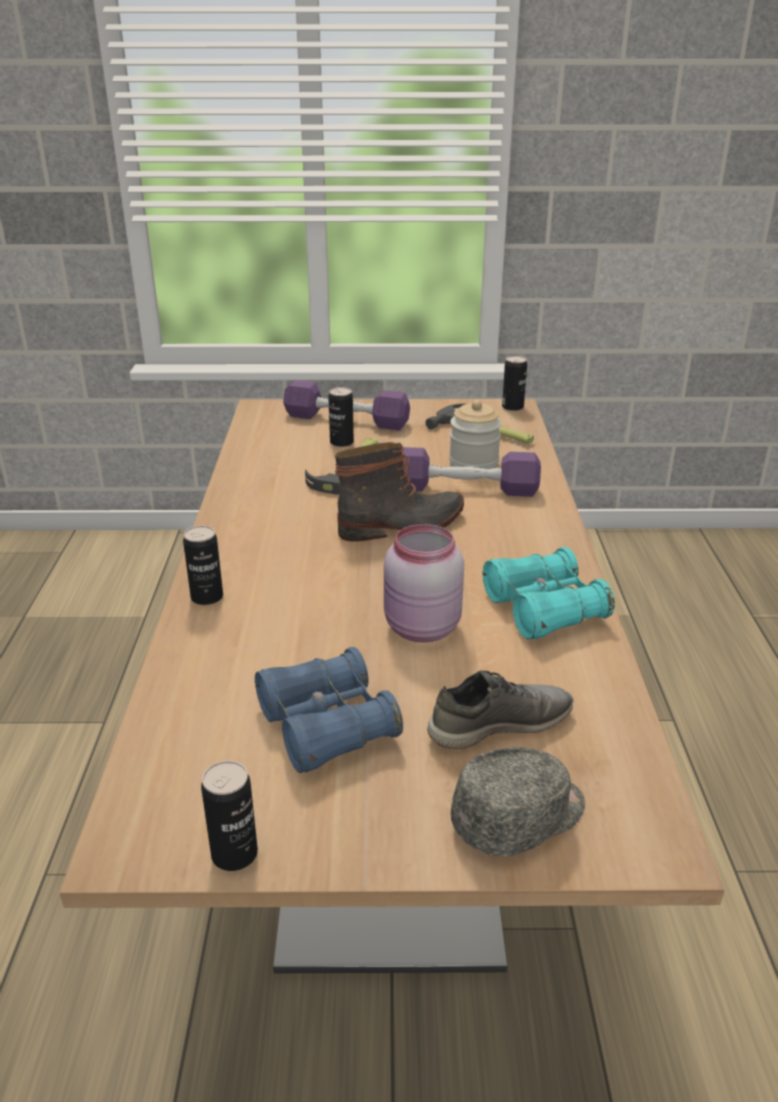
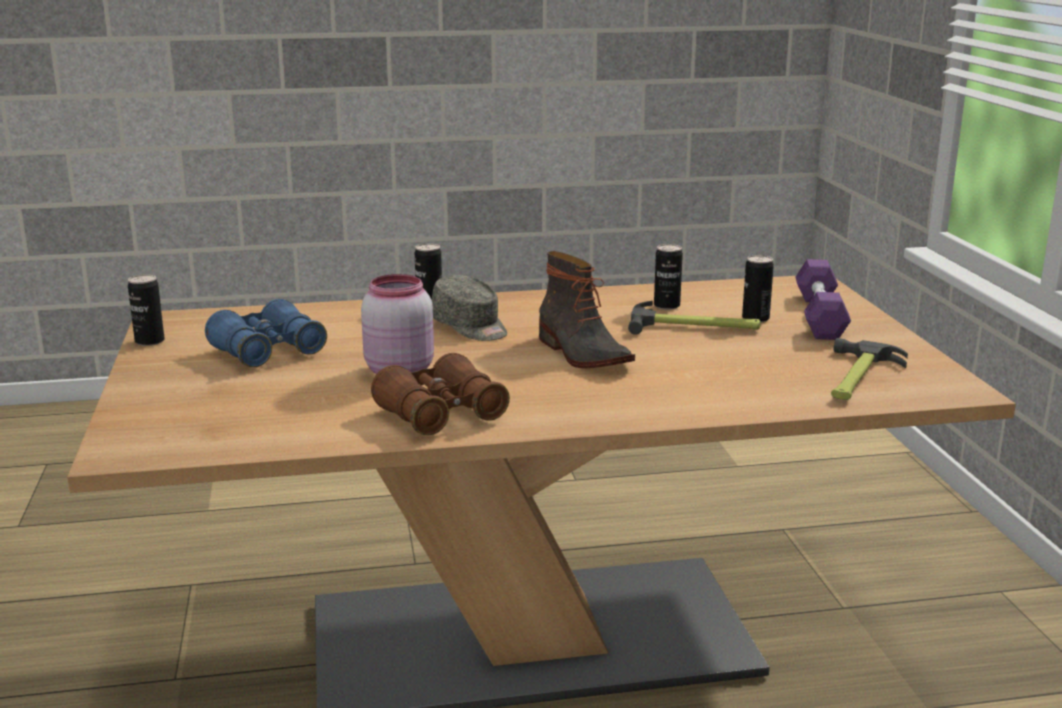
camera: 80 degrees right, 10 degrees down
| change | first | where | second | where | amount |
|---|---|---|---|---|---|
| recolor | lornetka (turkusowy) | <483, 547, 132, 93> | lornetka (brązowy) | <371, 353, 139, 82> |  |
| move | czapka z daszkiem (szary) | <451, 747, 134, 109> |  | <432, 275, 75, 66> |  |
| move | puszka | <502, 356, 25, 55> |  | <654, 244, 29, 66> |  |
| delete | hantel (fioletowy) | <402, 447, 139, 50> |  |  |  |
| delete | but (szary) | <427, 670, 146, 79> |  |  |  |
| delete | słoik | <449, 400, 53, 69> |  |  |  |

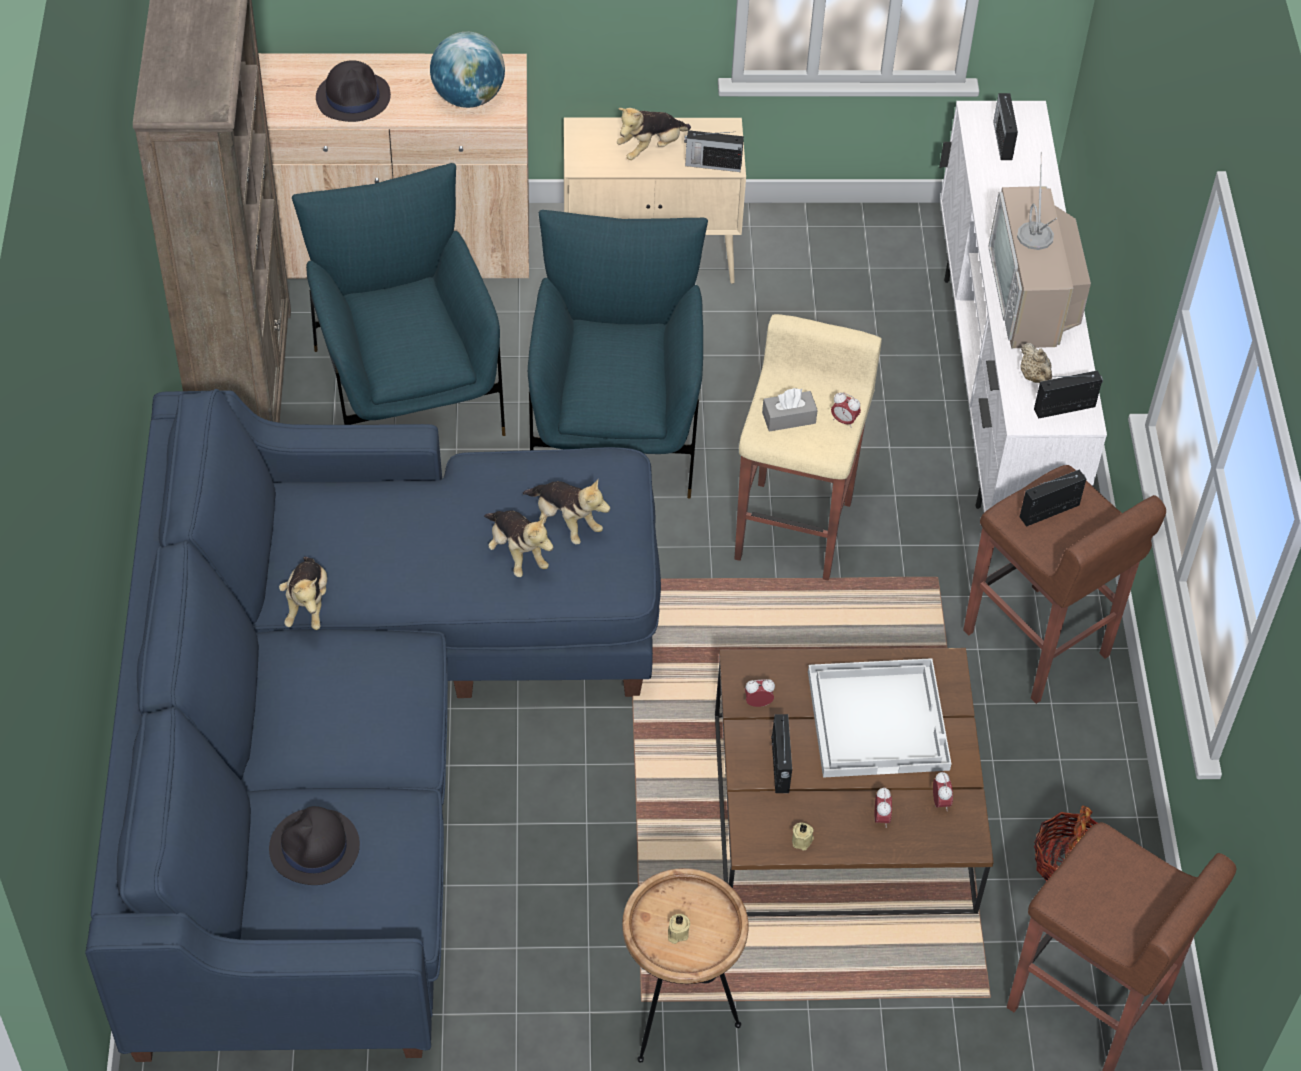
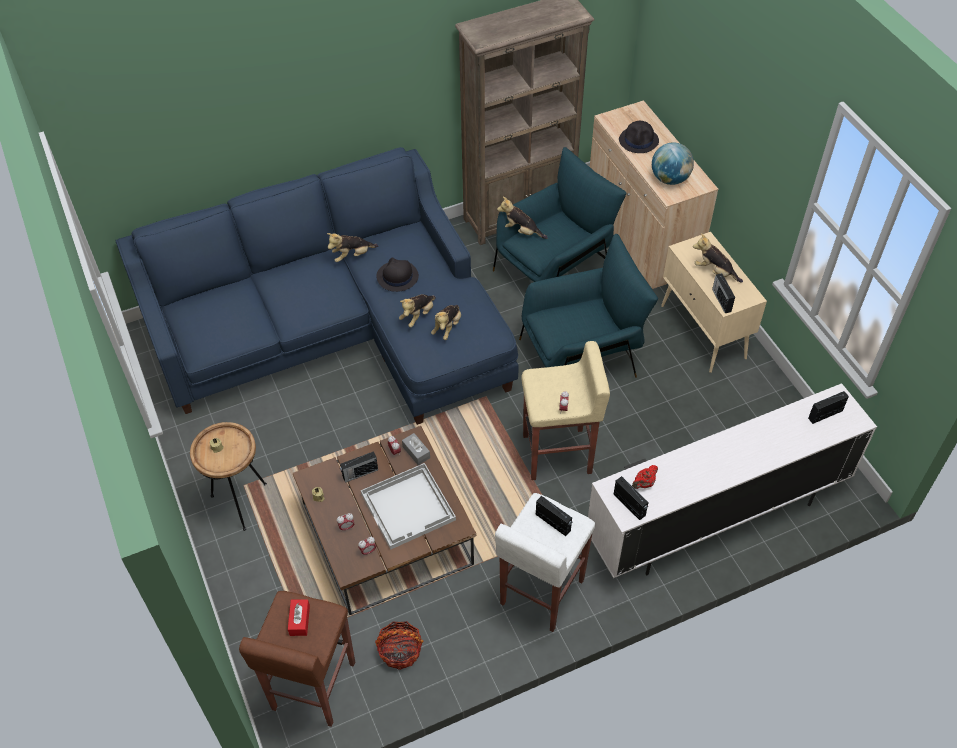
camera: 70 degrees right, 0 degrees up
| change | first | where | second | where | amount |
|---|---|---|---|---|---|
| insert |  |  | pudełko chusteczek (czerwony) | <288, 599, 22, 37> |  |
| move | kapelusz (czarny) | <269, 806, 91, 79> |  | <376, 258, 43, 34> |  |
| move | pudełko chusteczek (szary) | <762, 388, 56, 44> |  | <402, 433, 28, 32> |  |
| recolor | stołek (brązowy) | <963, 465, 203, 239> | stołek (biały) | <495, 493, 101, 139> |  |
| insert |  |  | pluszak | <497, 197, 51, 42> |  |
| recolor | imbryk (beżowy) | <1020, 343, 32, 40> | imbryk (czerwony) | <632, 465, 26, 24> |  |
| delete | telewizor | <989, 152, 102, 196> |  |  |  |

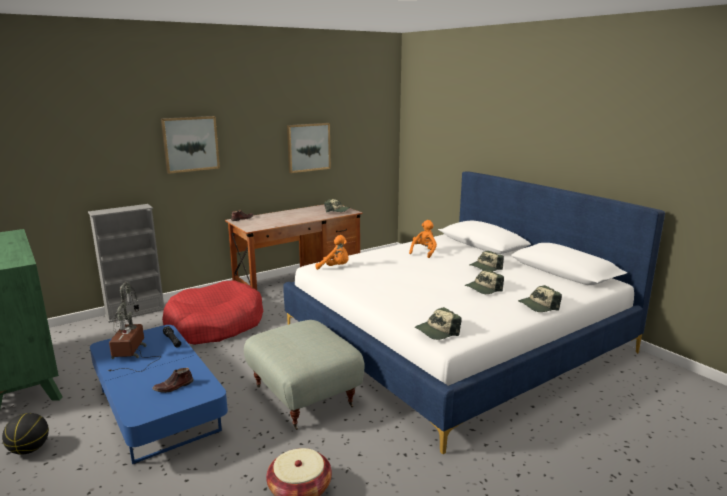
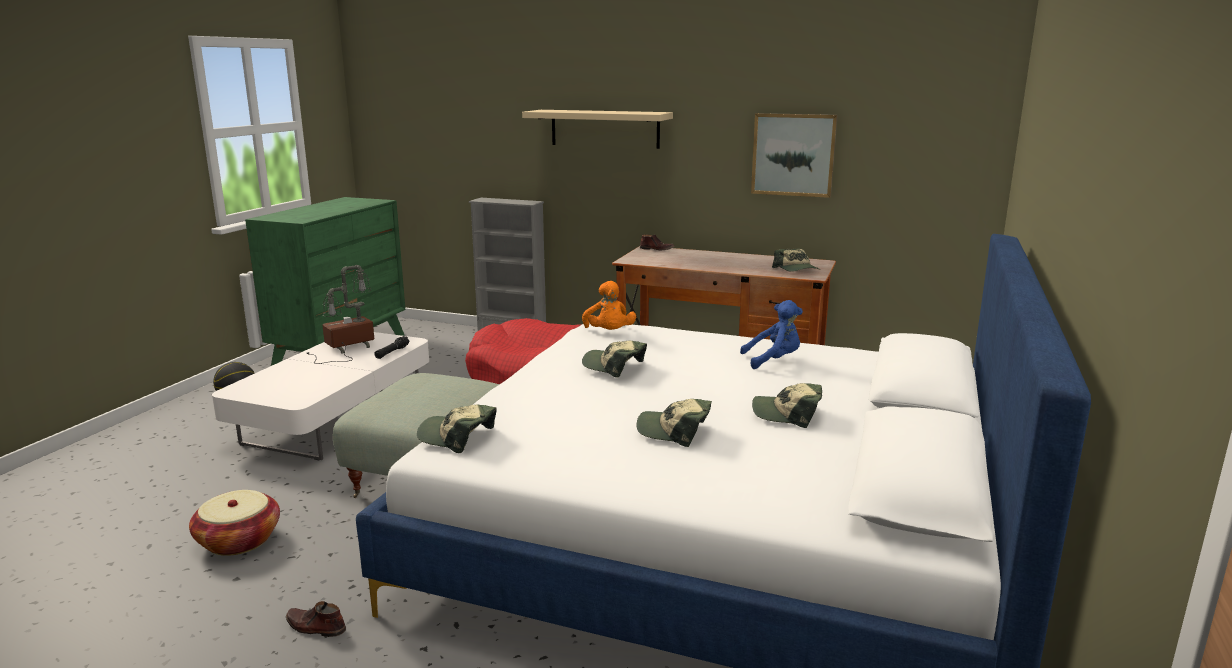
camera: 55 degrees right, 0 degrees up
| change | first | where | second | where | amount |
|---|---|---|---|---|---|
| recolor | ława (niebieski) | <90, 325, 138, 139> | ława (biały) | <212, 332, 217, 128> |  |
| move | but (brązowy) | <152, 368, 41, 25> |  | <286, 601, 60, 36> |  |
| replace | obraz | <161, 116, 59, 58> | półka (beżowy) | <522, 110, 151, 39> |  |
| move | czapka z daszkiem | <518, 285, 44, 27> |  | <582, 341, 65, 37> |  |
| recolor | pluszak (pomarańczowy) | <409, 220, 28, 38> | pluszak (niebieski) | <740, 300, 63, 69> |  |

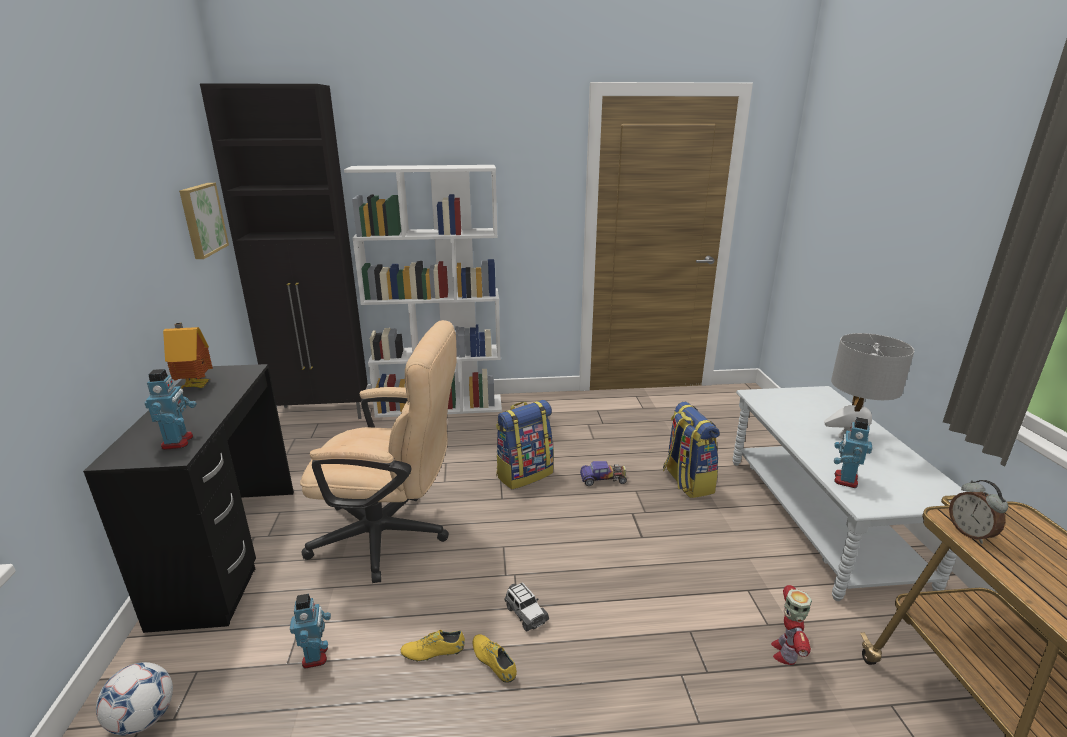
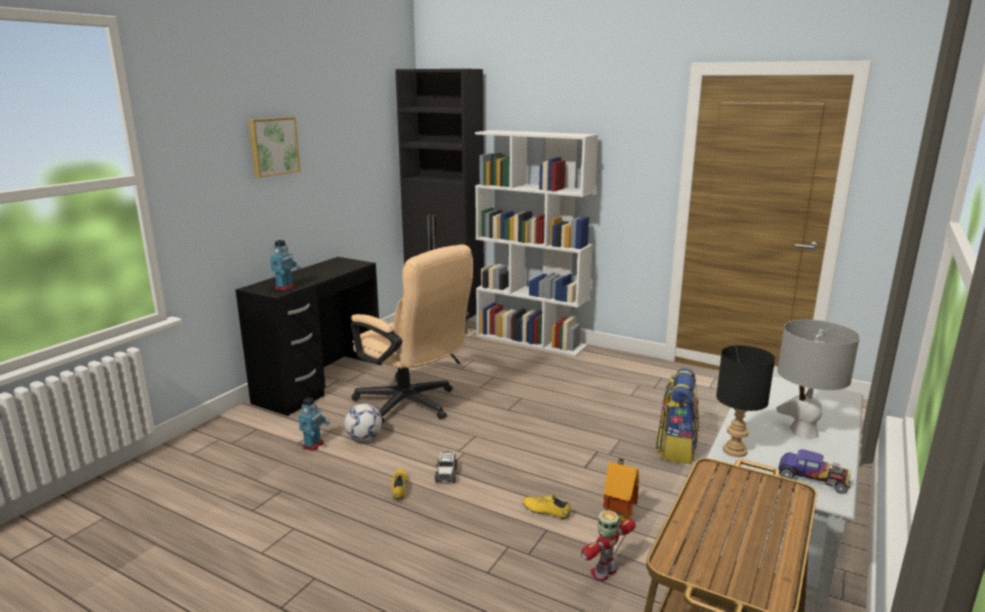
camera: 35 degrees right, 5 degrees down
| change | first | where | second | where | amount |
|---|---|---|---|---|---|
| move | obraz | <179, 183, 50, 76> |  | <248, 117, 53, 61> |  |
| move | piłka futbolowa | <96, 662, 77, 74> |  | <344, 404, 38, 37> |  |
| move | but (żółty) | <401, 630, 64, 32> |  | <523, 495, 48, 25> |  |
| move | domek | <163, 323, 50, 66> |  | <603, 458, 36, 63> |  |
| replace | robot zabawkowy | <834, 417, 38, 71> | lampa stołowa (czarny) | <716, 345, 59, 112> |  |
| move | samochodzik | <580, 461, 47, 25> |  | <778, 449, 73, 45> |  |
| delete | plecak | <496, 400, 58, 89> |  |  |  |
| delete | budzik | <949, 480, 59, 64> |  |  |  |

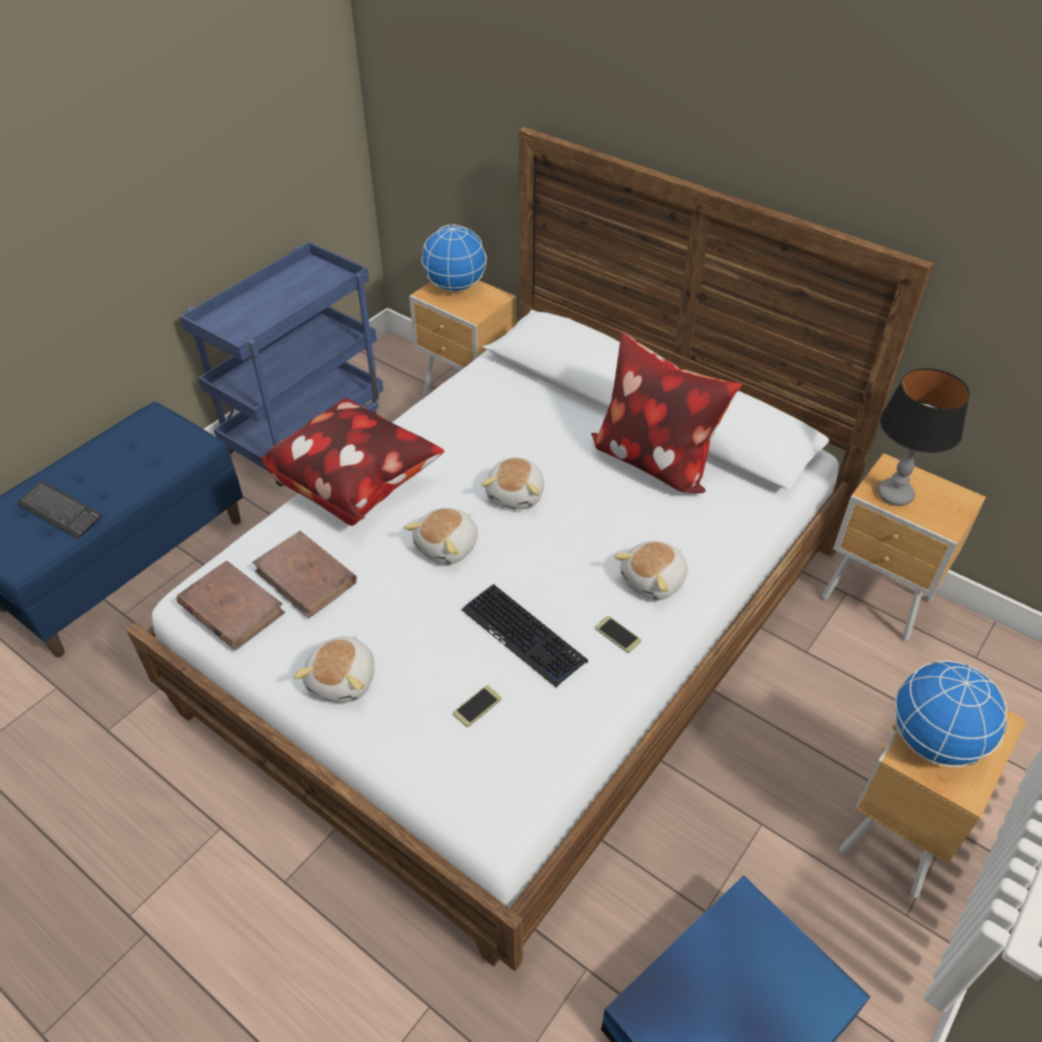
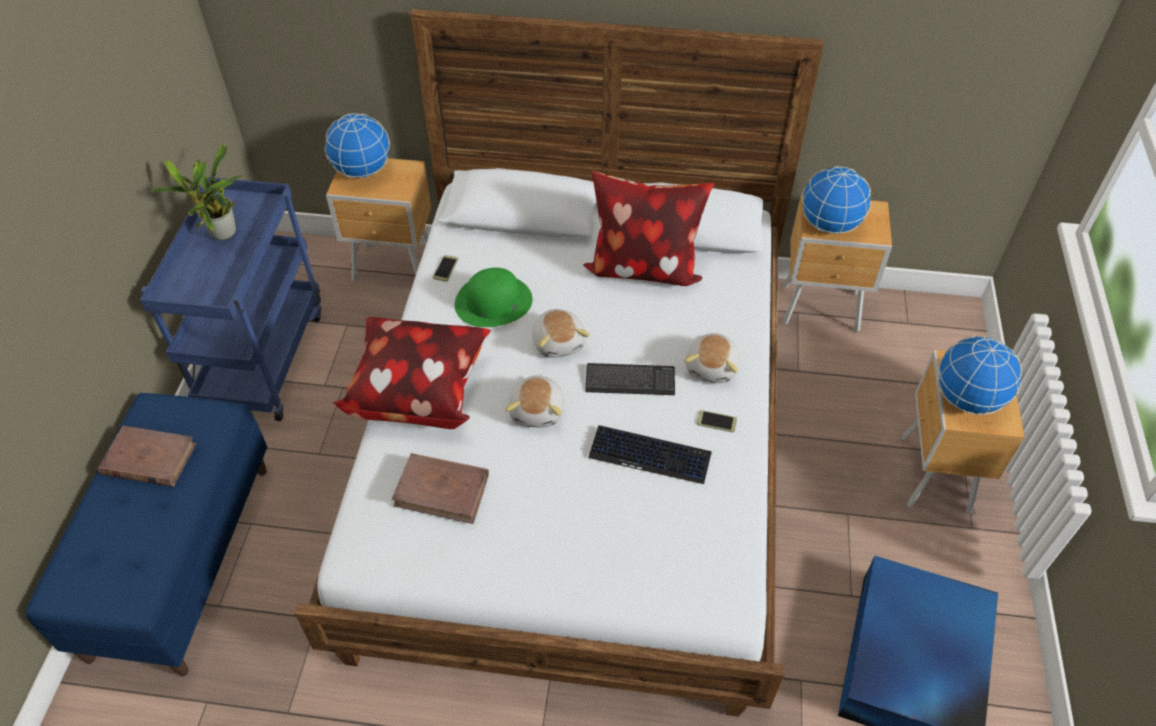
camera: 30 degrees left, 5 degrees up
| change | first | where | second | where | amount |
|---|---|---|---|---|---|
| move | książka (brązowy) | <177, 560, 108, 90> |  | <98, 425, 98, 62> |  |
| insert |  |  | roślina doniczkowa | <151, 145, 92, 95> |  |
| move | telefon | <453, 685, 48, 42> |  | <433, 255, 25, 27> |  |
| insert |  |  | kapelusz (zielony) | <455, 268, 78, 59> |  |
| move | klawiatura | <17, 481, 85, 58> |  | <585, 363, 90, 32> |  |
| replace | lampa stołowa | <877, 368, 93, 138> | globus | <802, 166, 69, 69> |  |
| delete | pluszak | <294, 635, 80, 67> |  |  |  |

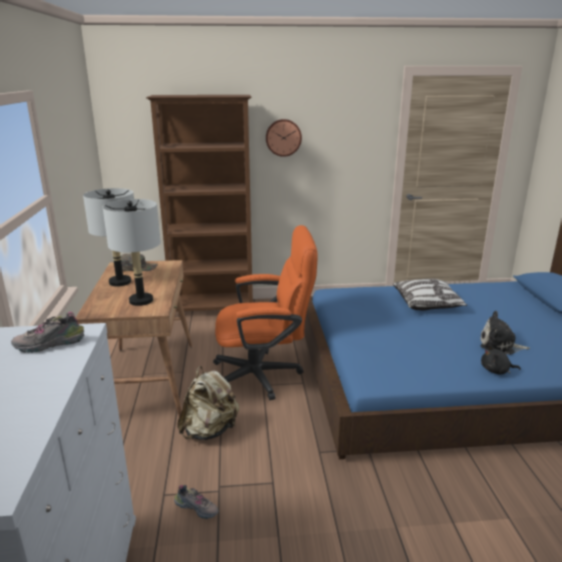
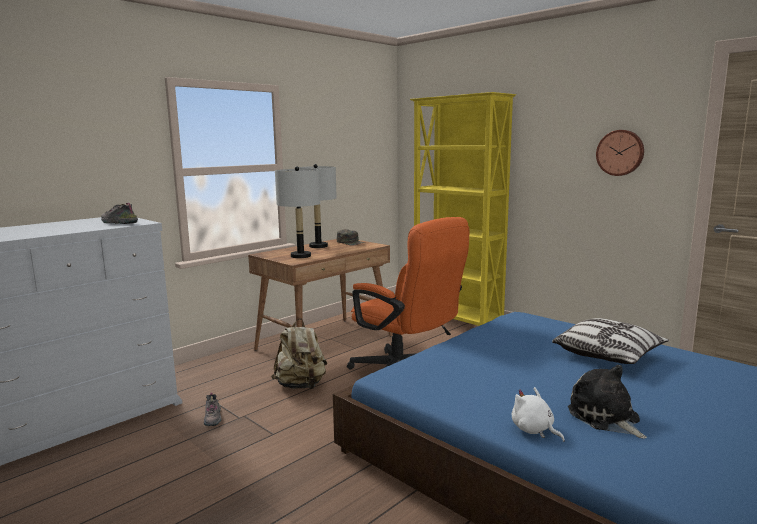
camera: 50 degrees right, 10 degrees down
| change | first | where | second | where | amount |
|---|---|---|---|---|---|
| recolor | regał (brązowy) | <146, 95, 107, 217> | regał (żółty) | <410, 92, 106, 234> |  |
| recolor | pluszak (czarny) | <481, 344, 40, 30> | pluszak (biały) | <512, 387, 53, 55> |  |
| move | zegar ścienny | <266, 119, 36, 38> |  | <596, 130, 48, 46> |  |

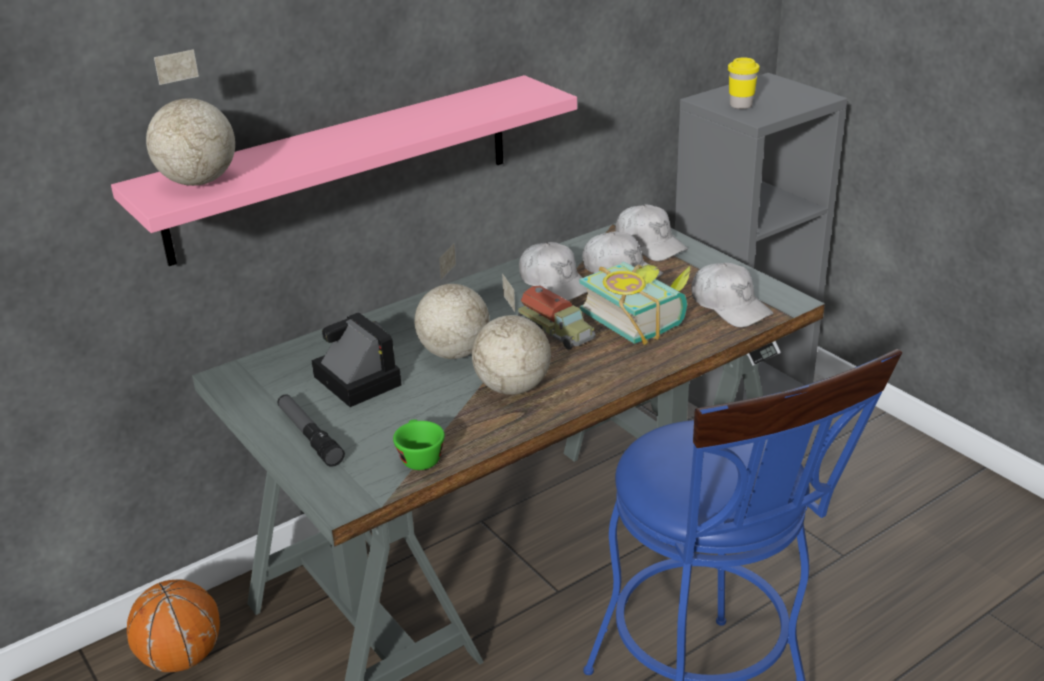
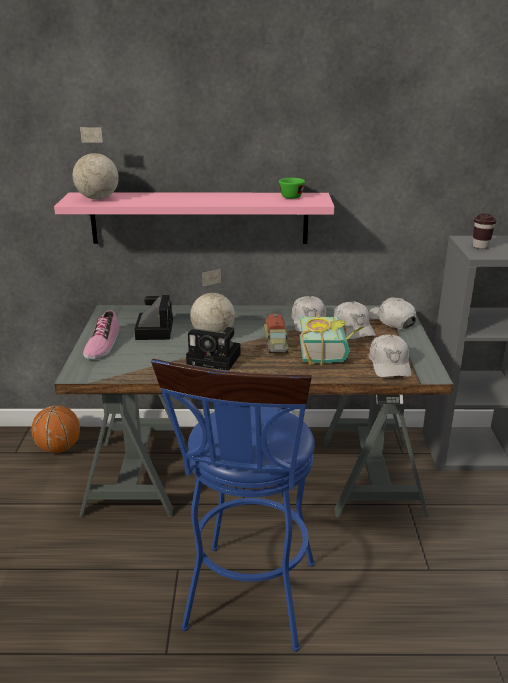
camera: 35 degrees right, 5 degrees down
| change | first | where | second | where | amount |
|---|---|---|---|---|---|
| replace | latarka | <278, 394, 67, 73> | but | <83, 310, 36, 50> |  |
| replace | globus | <472, 273, 79, 122> | aparat fotograficzny | <186, 327, 55, 44> |  |
| move | filiżanka (zielony) | <393, 419, 52, 51> |  | <279, 178, 26, 21> |  |
| rotate | czapka z daszkiem (biały) | <615, 205, 73, 56> |  | <369, 298, 47, 31> | 150 degrees clockwise |
| recolor | filiżanka (żółty) | <728, 57, 32, 52> | filiżanka (brązowy) | <473, 213, 24, 36> |  |

